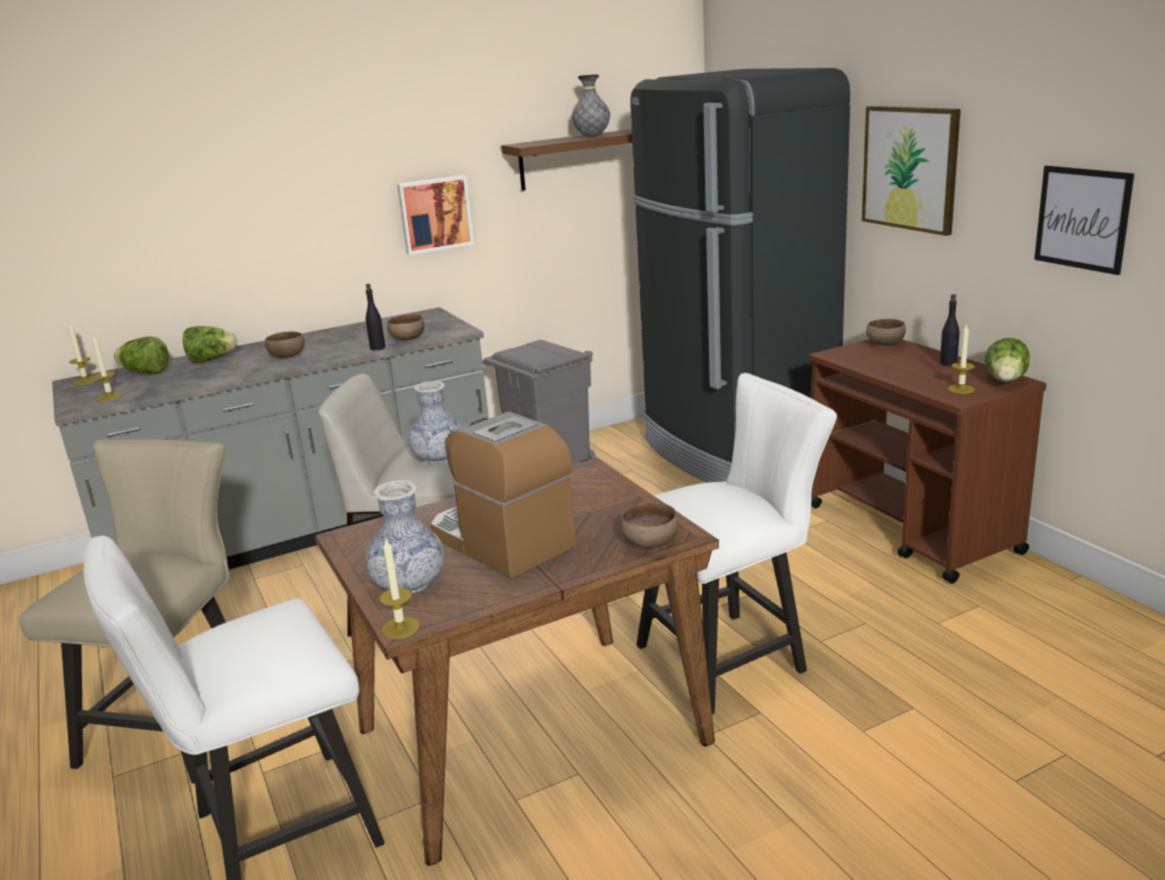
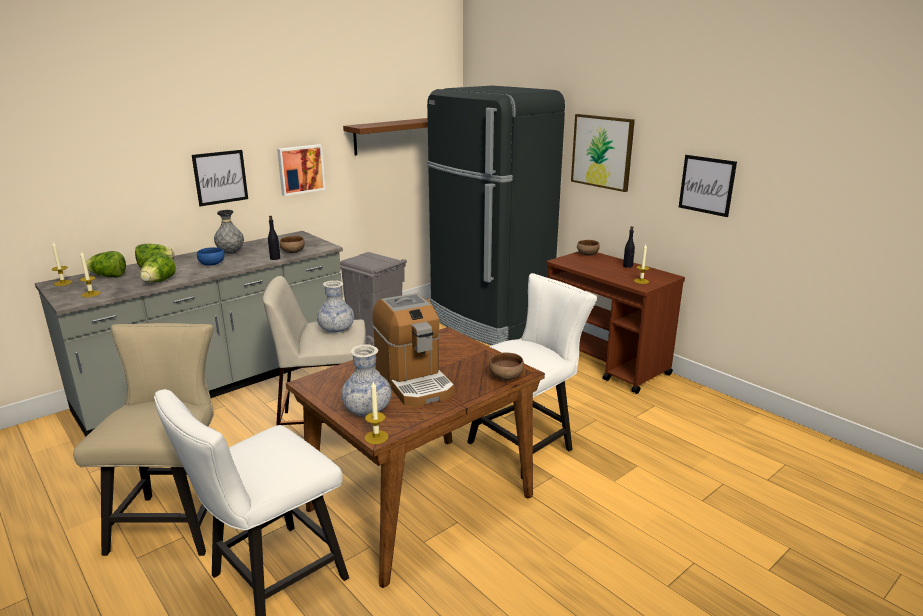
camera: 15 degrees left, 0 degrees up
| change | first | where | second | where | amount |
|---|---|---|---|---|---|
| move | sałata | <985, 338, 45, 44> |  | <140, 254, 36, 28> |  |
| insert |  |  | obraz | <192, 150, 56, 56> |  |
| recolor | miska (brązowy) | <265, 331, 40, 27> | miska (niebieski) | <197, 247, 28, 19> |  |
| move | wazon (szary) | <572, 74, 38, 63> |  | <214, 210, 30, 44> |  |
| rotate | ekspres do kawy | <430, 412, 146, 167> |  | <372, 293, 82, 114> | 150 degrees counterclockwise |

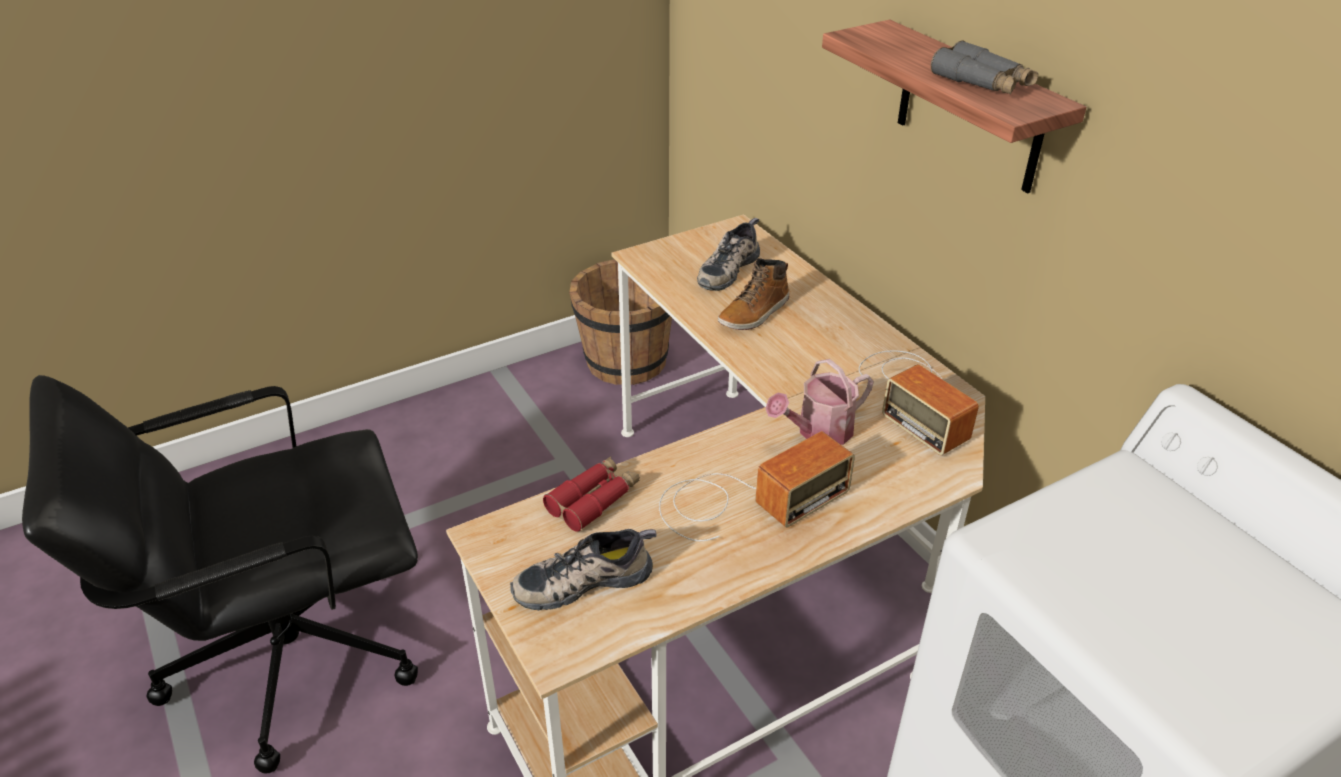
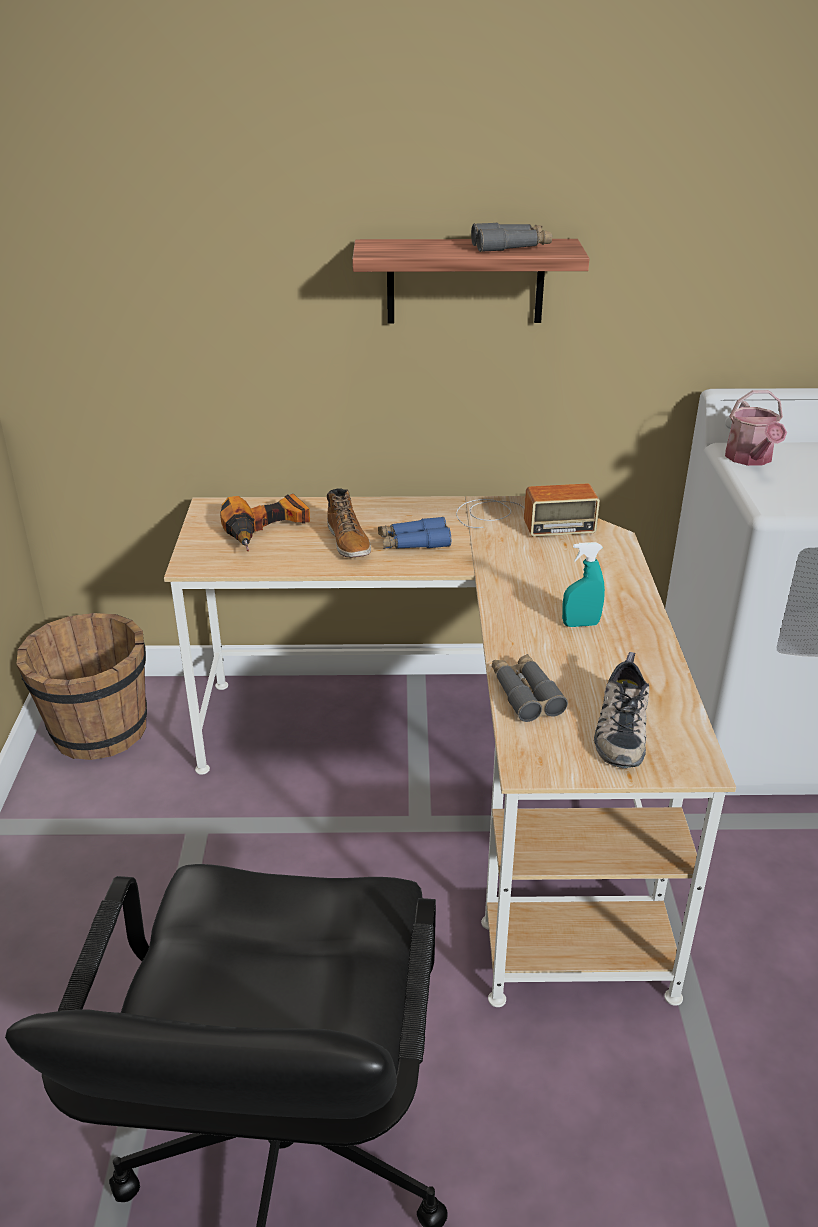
camera: 60 degrees left, 5 degrees down
| change | first | where | second | where | amount |
|---|---|---|---|---|---|
| replace | but | <697, 218, 63, 73> | wiertarka | <220, 494, 90, 57> |  |
| insert |  |  | lornetka (niebieski) | <378, 516, 73, 33> |  |
| recolor | lornetka (czerwony) | <543, 457, 97, 75> | lornetka (szary) | <492, 654, 76, 68> |  |
| replace | radio | <659, 431, 196, 110> | spryskiwacz (turkusowy) | <562, 542, 43, 85> |  |
| move | konewka | <765, 359, 109, 86> |  | <725, 390, 62, 76> |  |

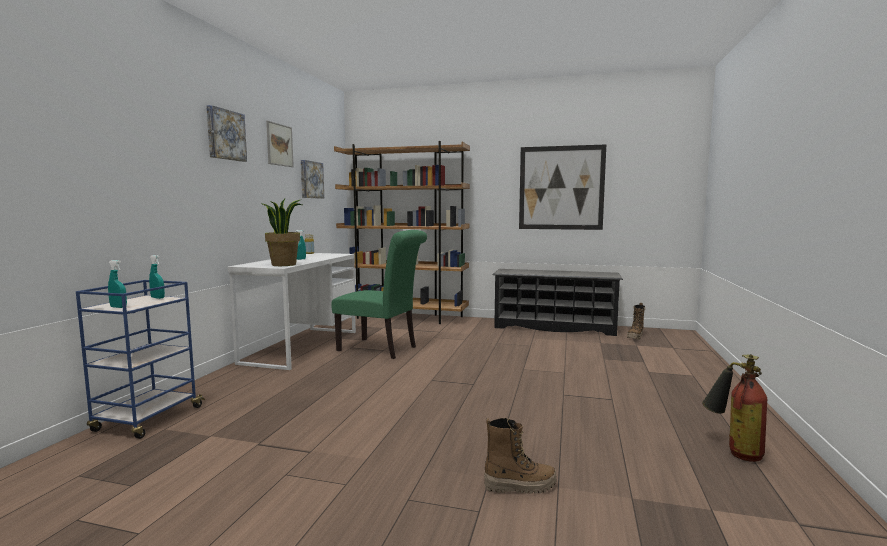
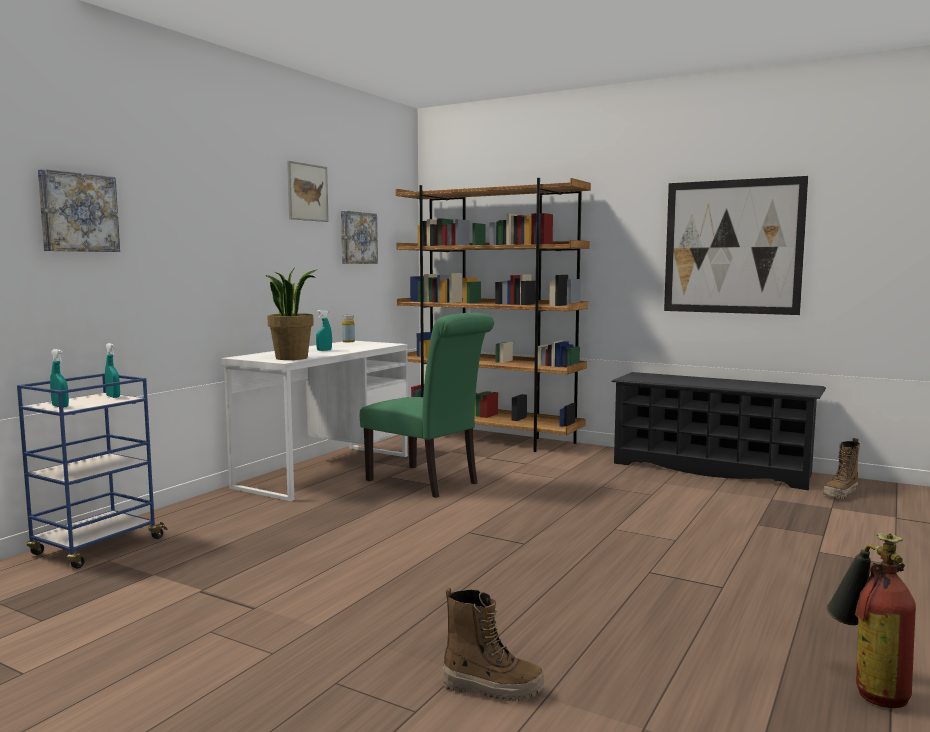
camera: 15 degrees right, 0 degrees up
| change | first | where | second | where | amount |
|---|---|---|---|---|---|
| move | obraz | <206, 105, 41, 57> |  | <38, 169, 82, 83> |  |

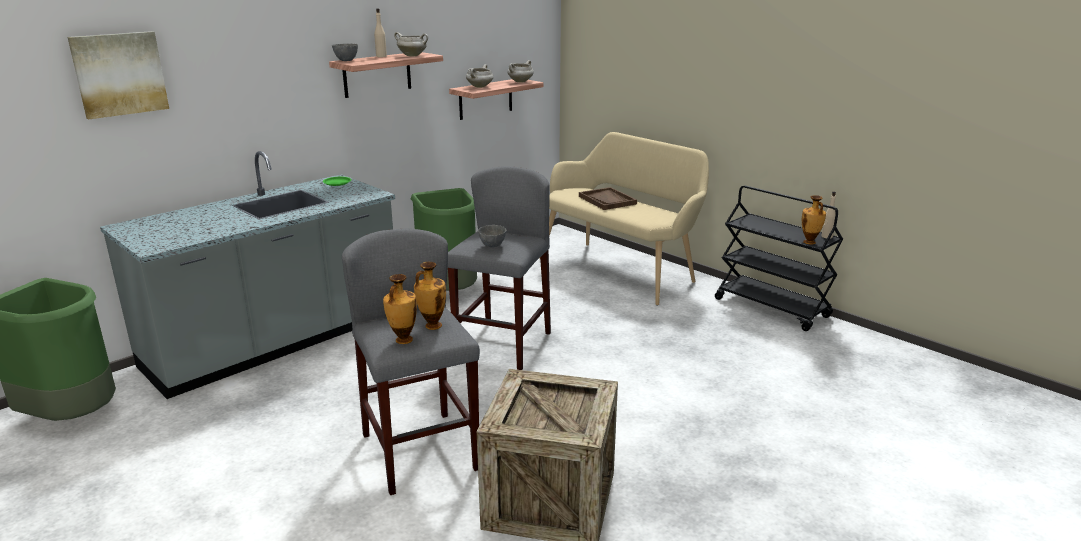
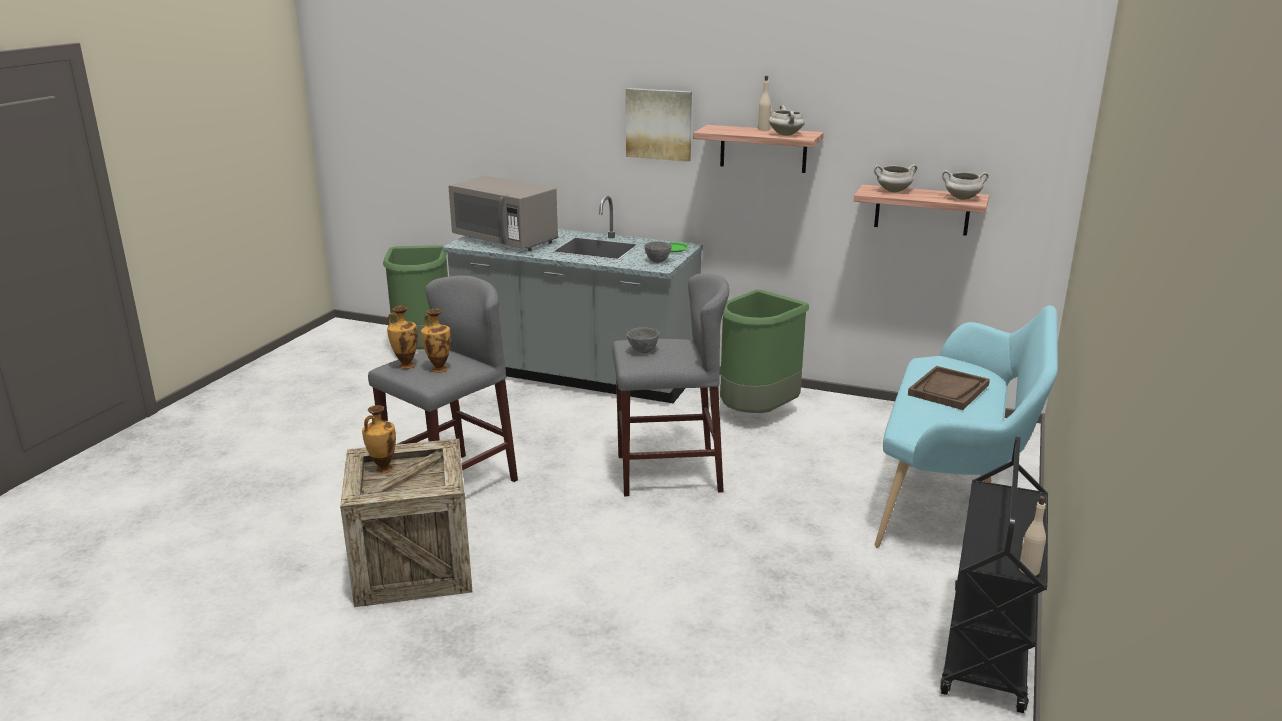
camera: 65 degrees right, 0 degrees up
| change | first | where | second | where | amount |
|---|---|---|---|---|---|
| move | wazon | <802, 195, 24, 49> |  | <362, 405, 34, 68> |  |
| insert |  |  | mikrofalówka (szary) | <449, 176, 110, 75> |  |
| move | obraz | <67, 31, 102, 88> |  | <626, 88, 66, 74> |  |
| move | miska (szary) | <332, 44, 26, 17> |  | <644, 242, 28, 21> |  |
| recolor | ławka (beżowy) | <539, 132, 170, 173> | ławka (turkusowy) | <874, 305, 184, 242> |  |

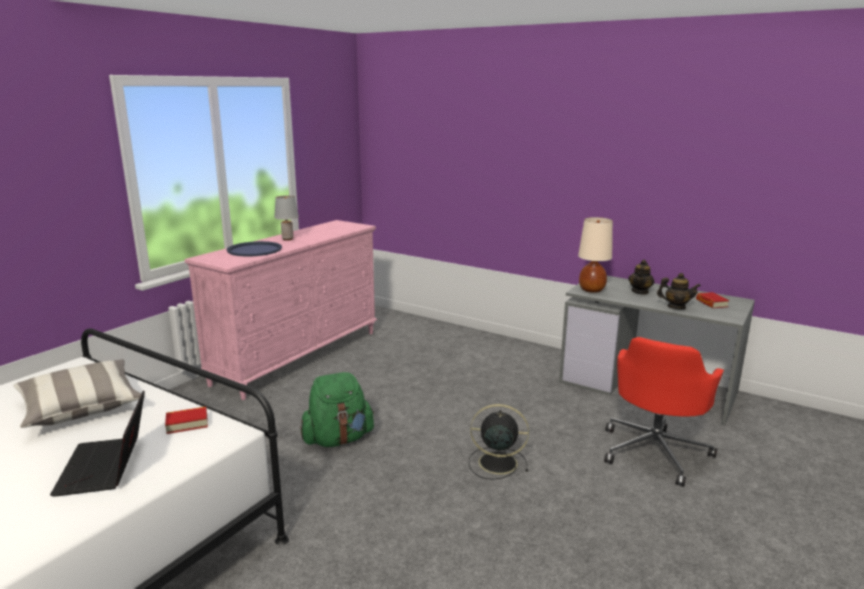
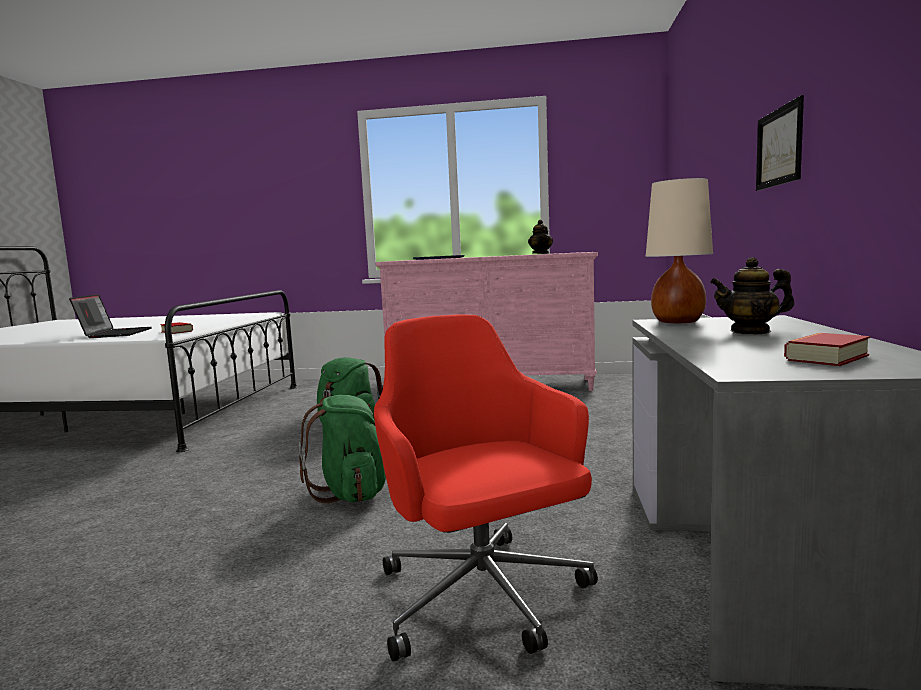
camera: 65 degrees right, 10 degrees down
| change | first | where | second | where | amount |
|---|---|---|---|---|---|
| rotate | laptop | <50, 390, 95, 107> |  | <69, 294, 83, 44> | 120 degrees clockwise |
| replace | wentylator (czarny) | <469, 404, 60, 76> | plecak (zielony) | <298, 395, 88, 108> |  |
| rotate | krzesło biurowe (czerwony) | <604, 337, 120, 150> |  | <374, 314, 224, 348> | 60 degrees clockwise |
| move | imbryk | <657, 273, 44, 36> |  | <528, 220, 25, 34> |  |
| insert |  |  | obraz | <756, 95, 48, 96> |  |
| delete | poduszka | <13, 359, 128, 69> |  |  |  |
| delete | lampa stołowa (szary) | <274, 195, 25, 45> |  |  |  |

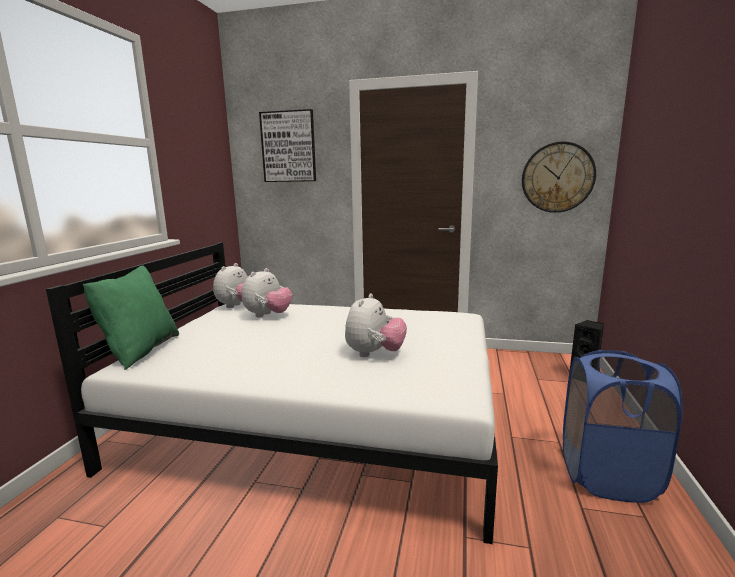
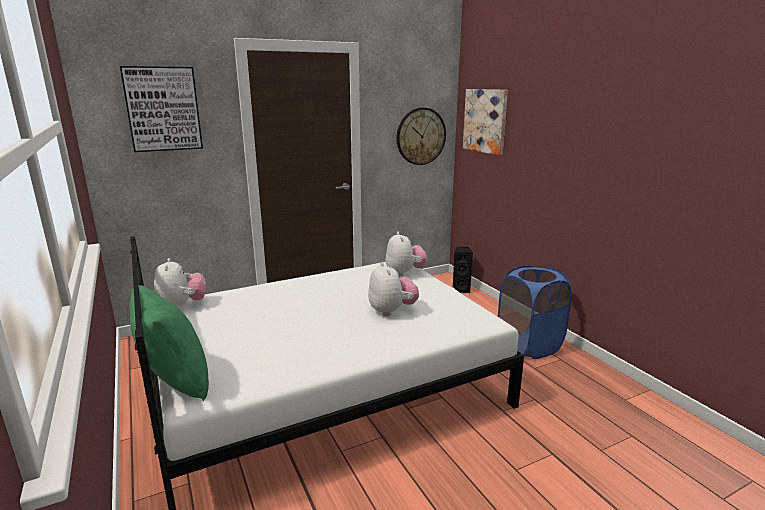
camera: 40 degrees left, 5 degrees up
| change | first | where | second | where | amount |
|---|---|---|---|---|---|
| move | pluszak | <241, 268, 52, 49> |  | <386, 231, 41, 46> |  |
| insert |  |  | obraz | <463, 89, 45, 67> |  |

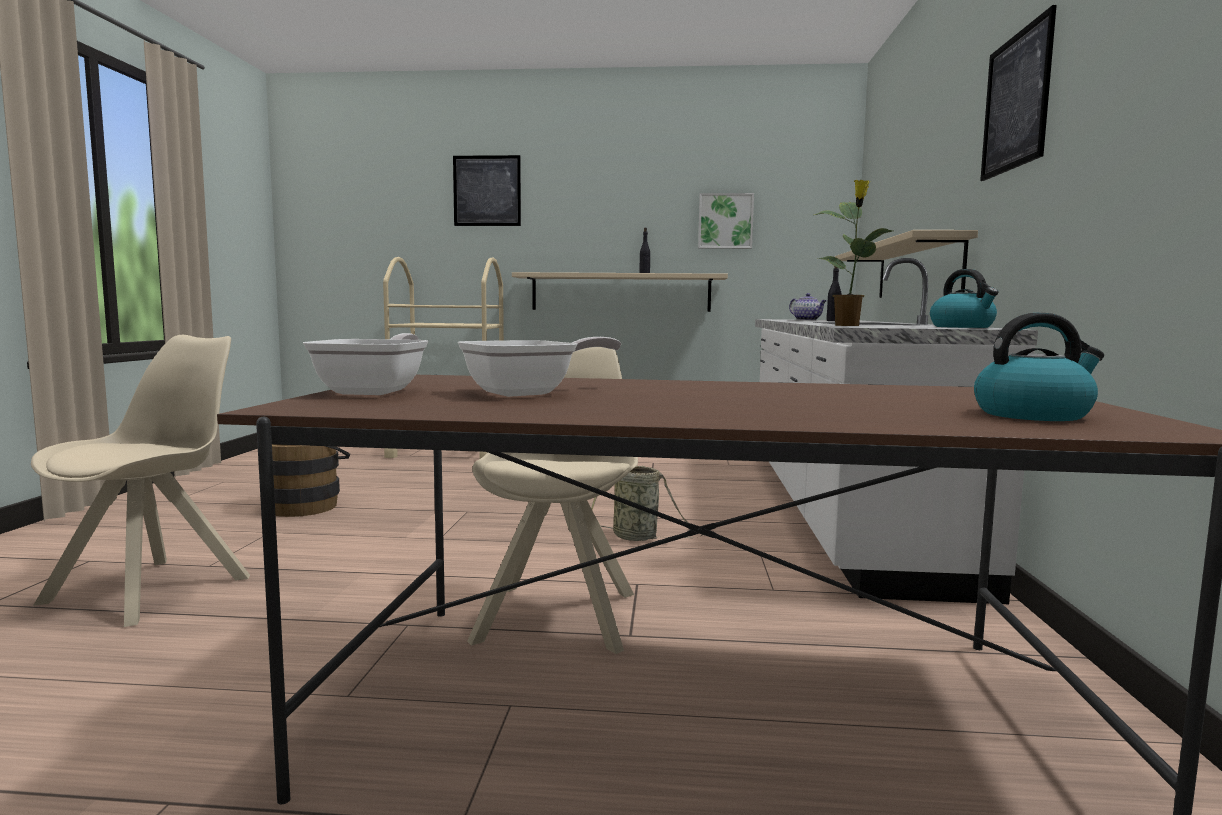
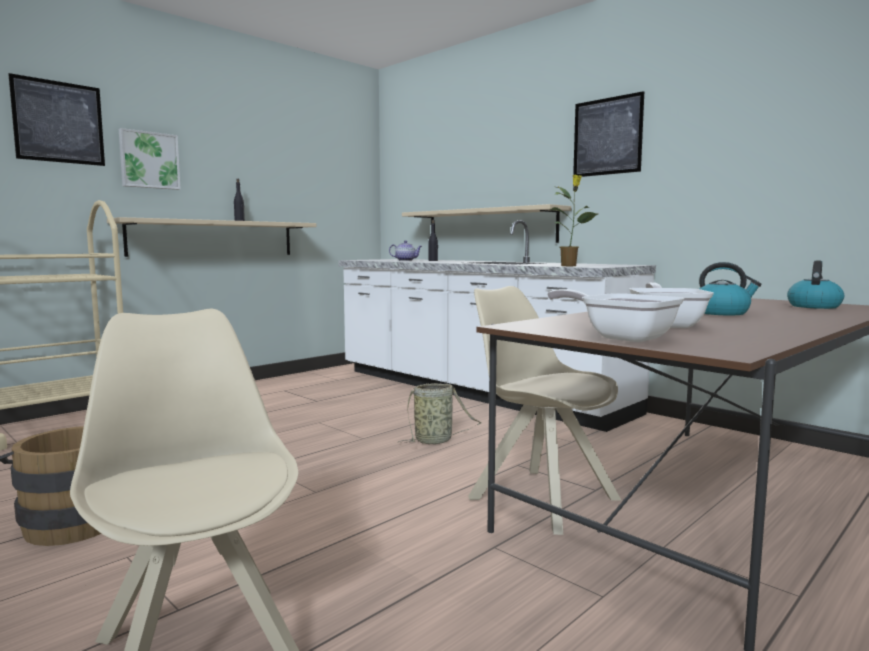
camera: 50 degrees left, 0 degrees up
| change | first | where | second | where | amount |
|---|---|---|---|---|---|
| move | obraz | <698, 193, 56, 56> |  | <119, 128, 62, 62> |  |
| move | czajnik | <930, 269, 69, 59> |  | <699, 262, 63, 53> |  |

